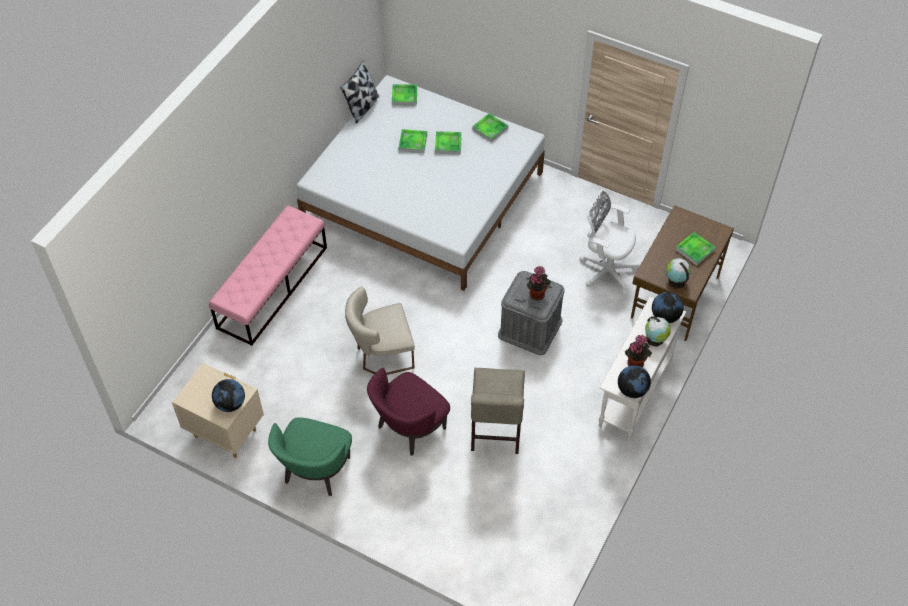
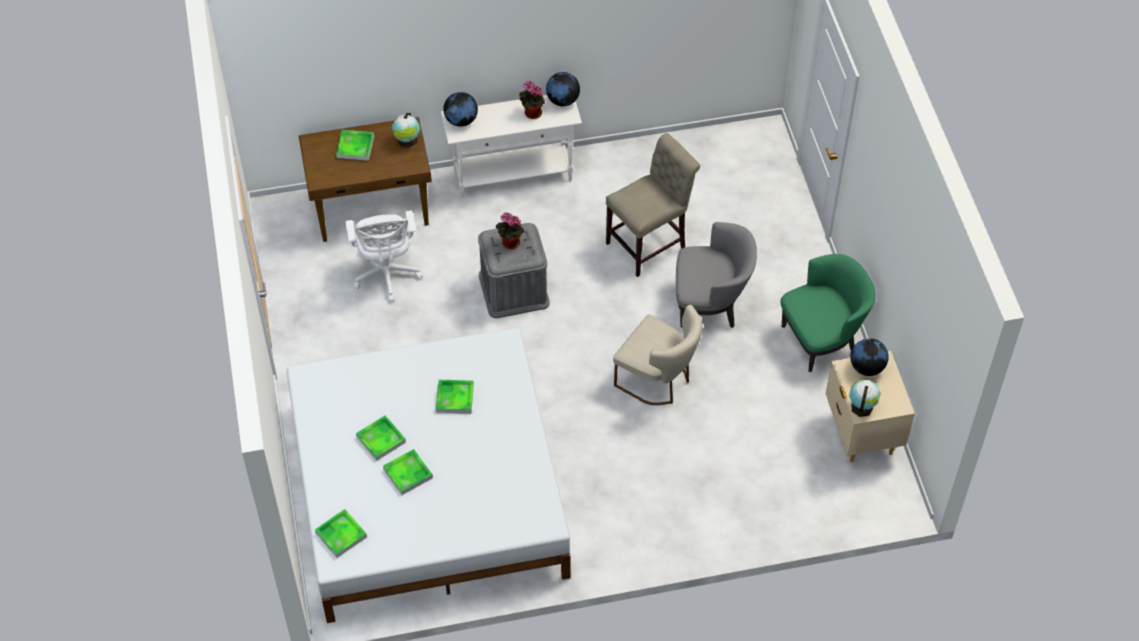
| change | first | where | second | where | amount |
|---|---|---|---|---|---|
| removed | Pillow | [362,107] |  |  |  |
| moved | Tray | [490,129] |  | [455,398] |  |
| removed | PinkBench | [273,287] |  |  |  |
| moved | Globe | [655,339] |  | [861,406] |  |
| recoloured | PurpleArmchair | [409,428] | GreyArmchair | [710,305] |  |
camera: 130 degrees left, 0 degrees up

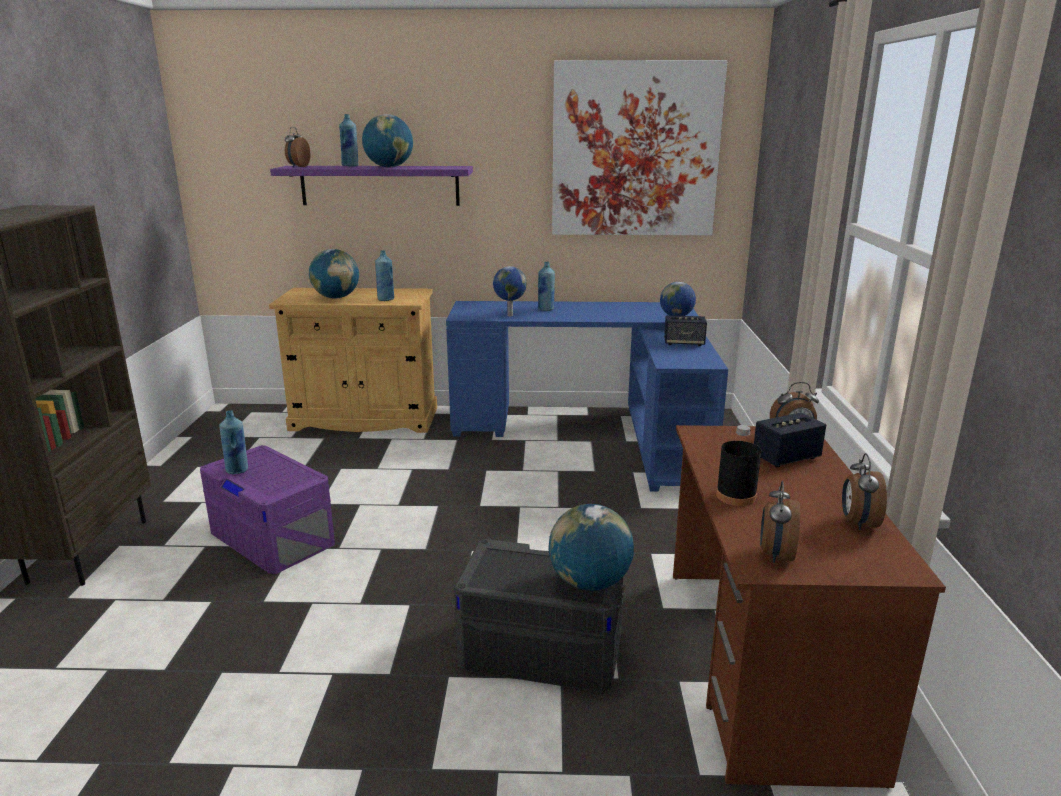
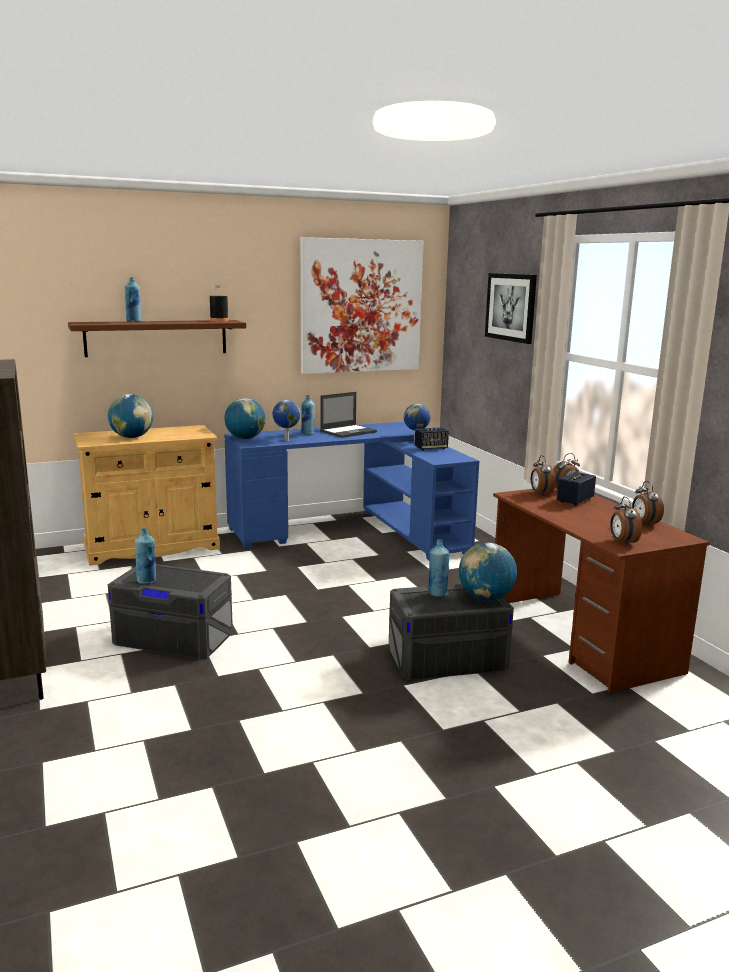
| change | first | where | second | where | amount |
|---|---|---|---|---|---|
| moved | Globe | [389,167] |  | [245,438] |  |
| moved | AlarmClock | [298,167] |  | [540,493] |  |
| recoloured | PurpleShelf | [380,185] | BrownShelf | [156,338] |  |
| moved | BlueBottle | [386,299] |  | [437,593] |  |
| moved | BlackBottle | [736,496] |  | [219,321] |  |
| recoloured | PurpleStorageBox | [272,537] | GreyStorageBox | [173,637] |  |
| added |  |  | Picture | [511,307] |  |
| added |  |  | Laptop | [348,431] |  |
camera: 25 degrees left, 5 degrees down

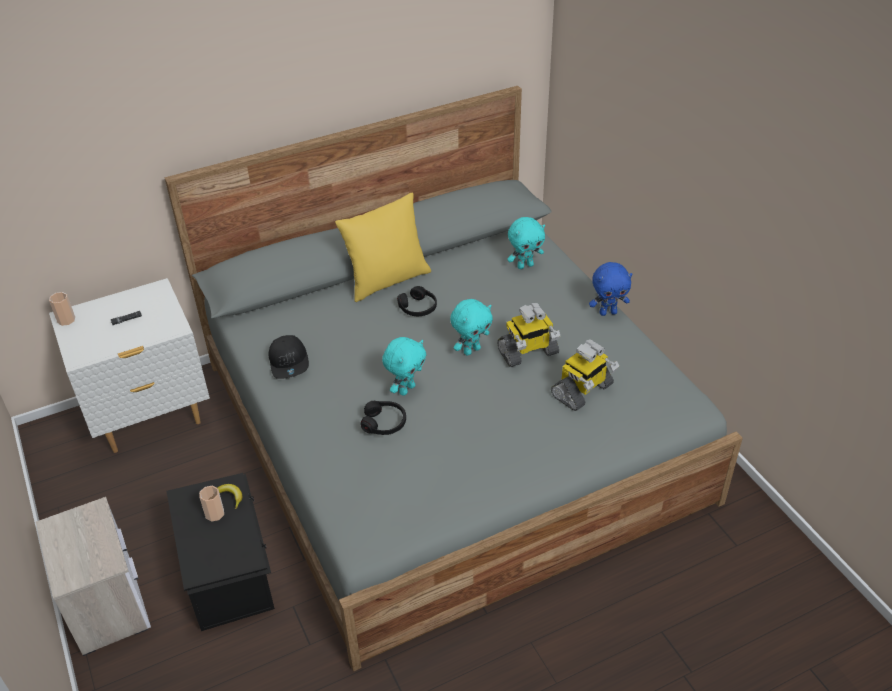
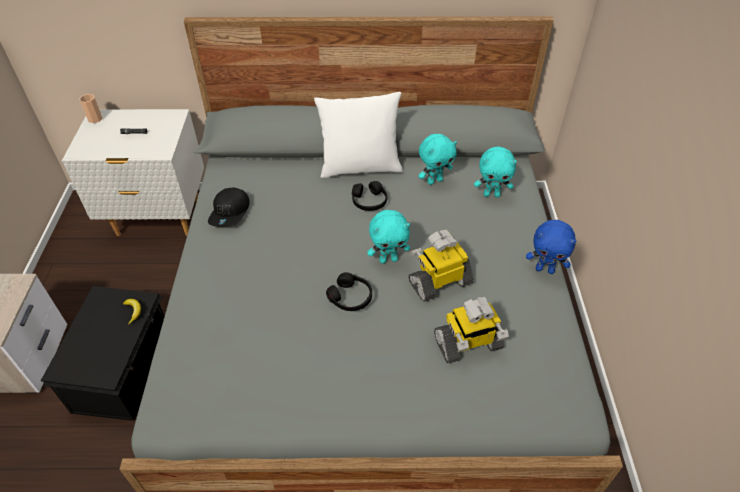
| change | first | where | second | where | amount |
|---|---|---|---|---|---|
| recoloured | YellowPillow | [387,280] | WhitePillow | [360,168] |  |
| turned | ToyRobot | [528,352] |  | [439,282] | 150 degrees clockwise |
| moved | TurquoisePlushToy | [406,389] |  | [434,181] |  |
| moved | BlackHeadphones | [384,423] |  | [350,297] |  |
| removed | Cup | [214,513] |  |  |  |
camera: 25 degrees right, 5 degrees up

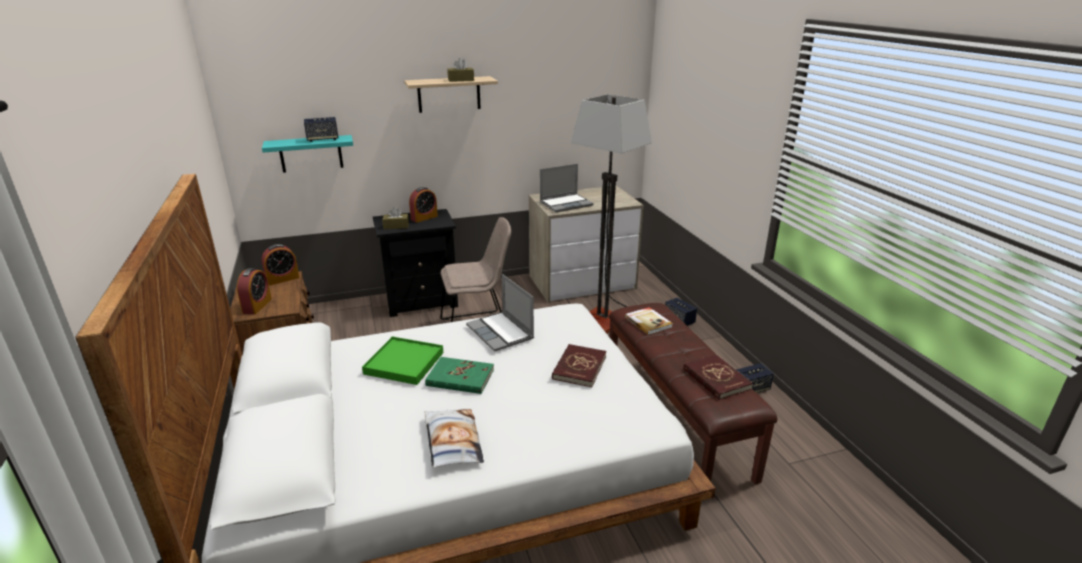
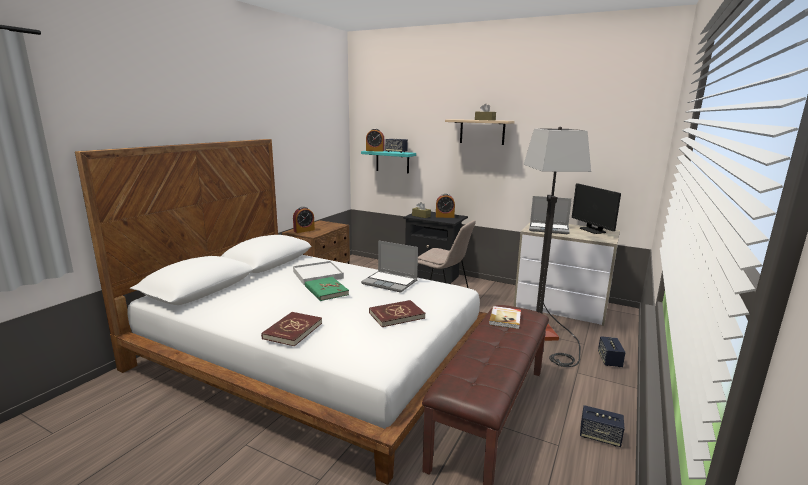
| change | first | where | second | where | amount |
|---|---|---|---|---|---|
| moved | AlarmClock | [282,279] |  | [375,151] |  |
| turned | Laptop | [501,333] |  | [390,282] | 75 degrees counterclockwise |
| recoloured | GreenTray | [404,363] | WhiteTray | [318,275] |  |
| moved | RedBook | [716,379] |  | [292,331] |  |
| removed | Pillow | [452,442] |  |  |  |
| added |  |  | Monitor | [592,230] |  |
camera: 45 degrees right, 10 degrees down

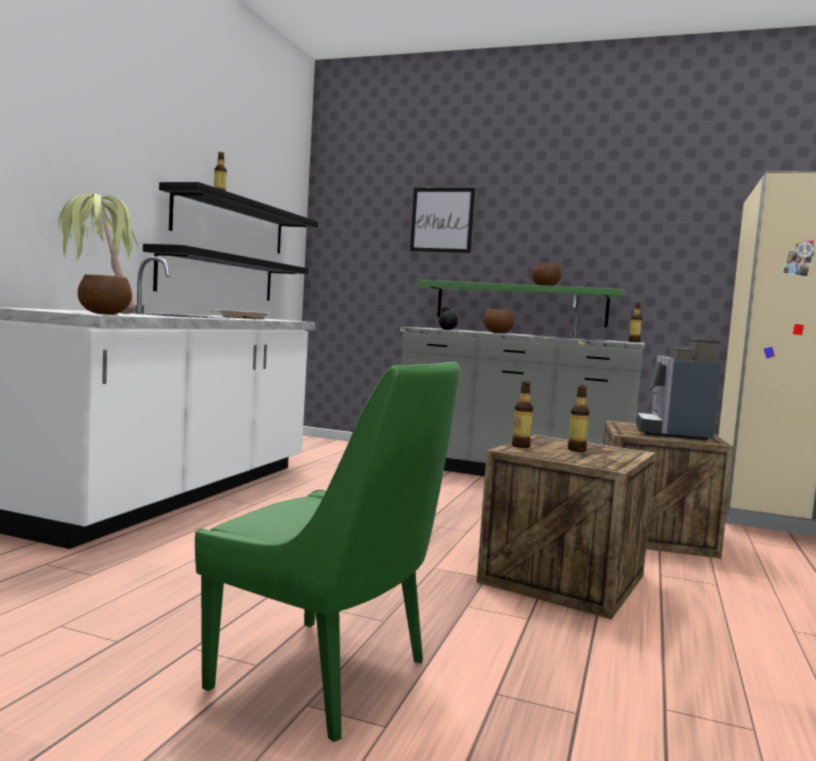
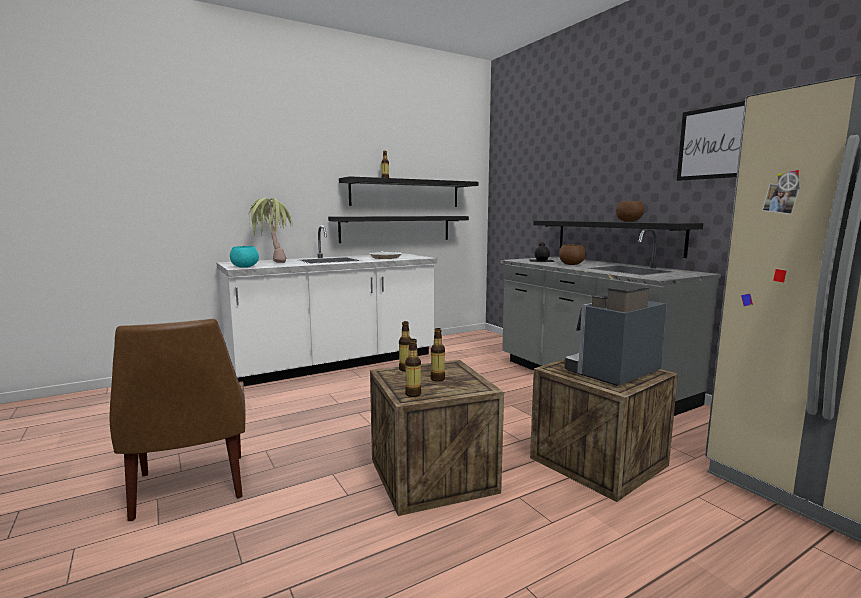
| change | first | where | second | where | amount |
|---|---|---|---|---|---|
| moved | Picture | [442,220] |  | [714,143] |  |
| recoloured | BrownBowl | [104,314] | TurquoiseBowl | [244,267] |  |
| recoloured | GreenShelf | [520,304] | BlackShelf | [616,236] |  |
| moved | Bottle | [634,342] |  | [413,394] |  |
| recoloured | GreenChair | [327,677] | BrownChair | [190,488] |  |
camera: 40 degrees right, 5 degrees up

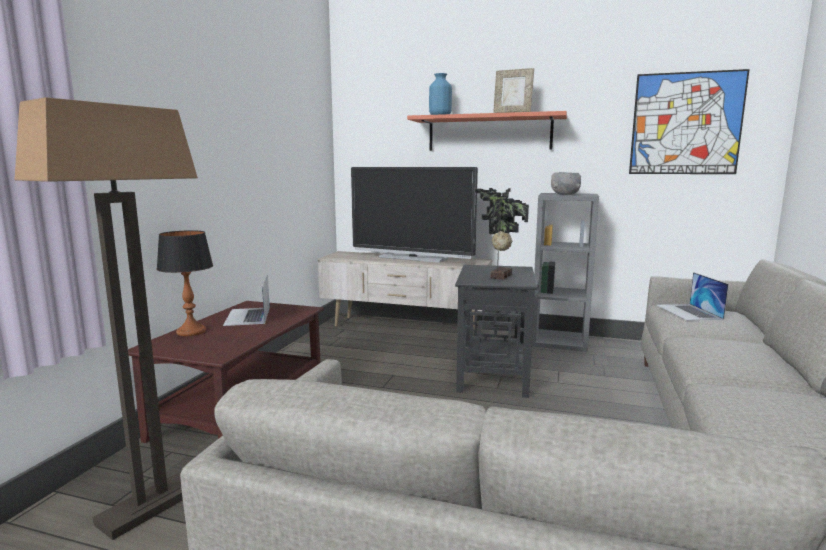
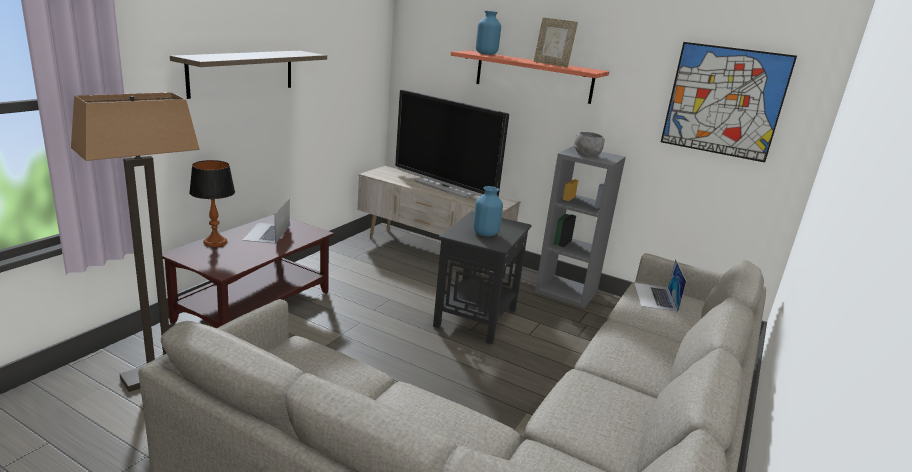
| change | first | where | second | where | amount |
|---|---|---|---|---|---|
| replaced | PottedPlant | [499,276] | BlueVase | [485,233] |  |
| added |  |  | Shelf | [242,72] |  |
camera: 10 degrees right, 10 degrees up

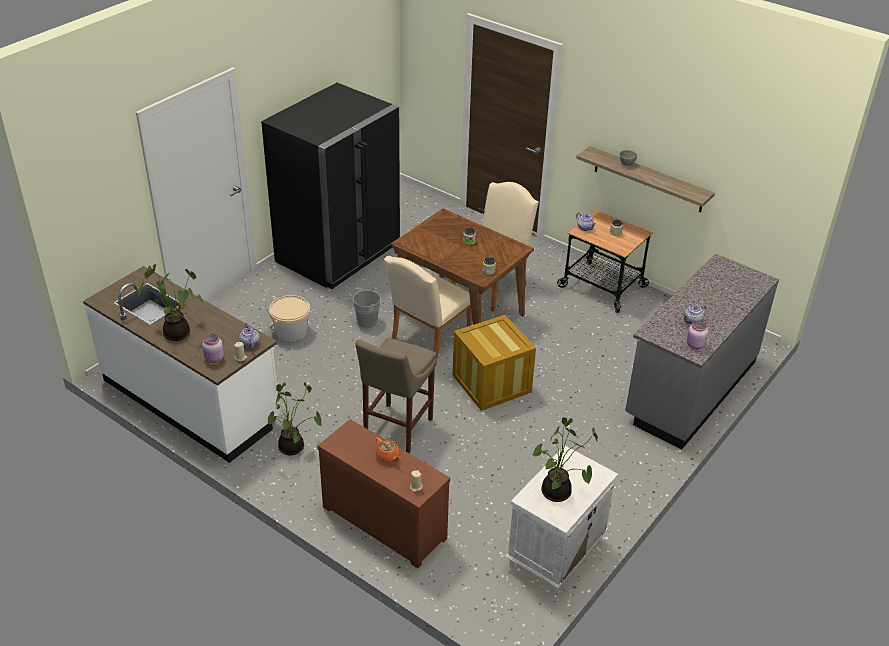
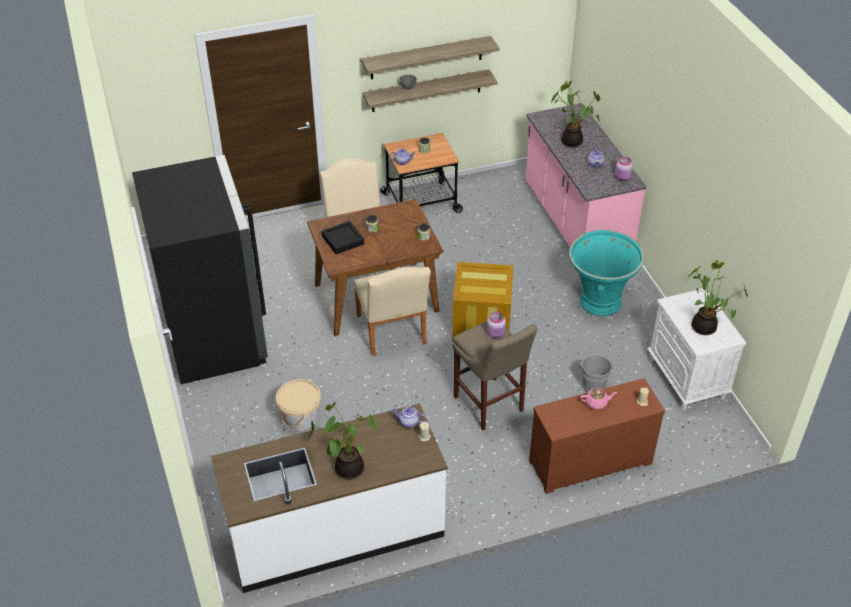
| change | first | where | second | where | amount |
|---|---|---|---|---|---|
| recoloured | GreyCounter | [690,389] | PinkCounter | [574,223] |  |
| moved | GreyBucket | [369,321] |  | [593,385] |  |
| moved | PinkJar | [214,359] |  | [496,334] |  |
| moved | PottedPlant | [293,447] |  | [572,141] |  |
| recoloured | OrangeTeapot | [388,456] | PinkTeapot | [596,403] |  |
| added |  |  | Shelf | [426,57] |  |
| added |  |  | BlackTray | [343,240] |  |
| added |  |  | TurquoisePlanter | [599,302] |  |
camera: 55 degrees left, 5 degrees up

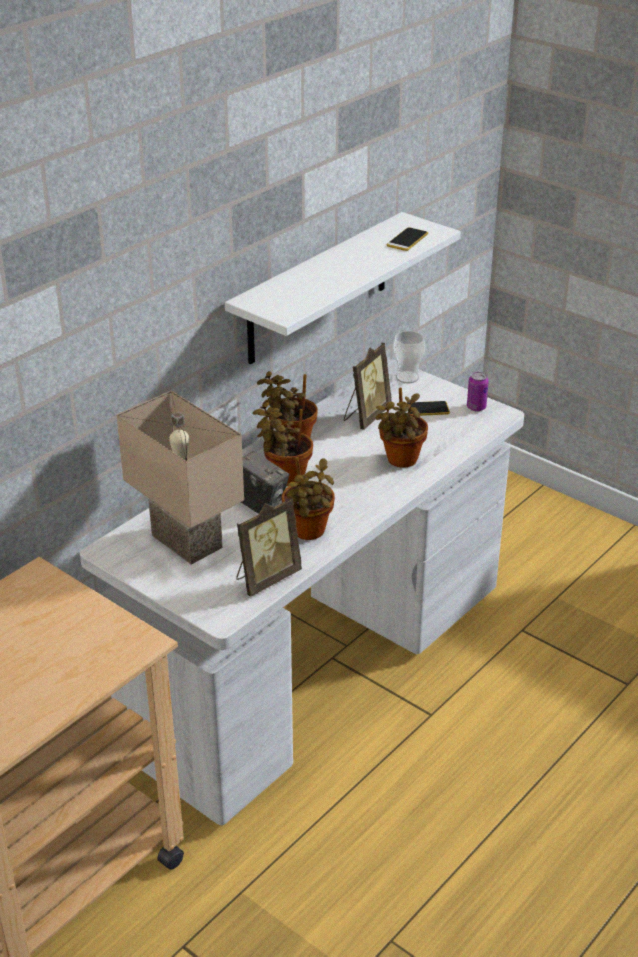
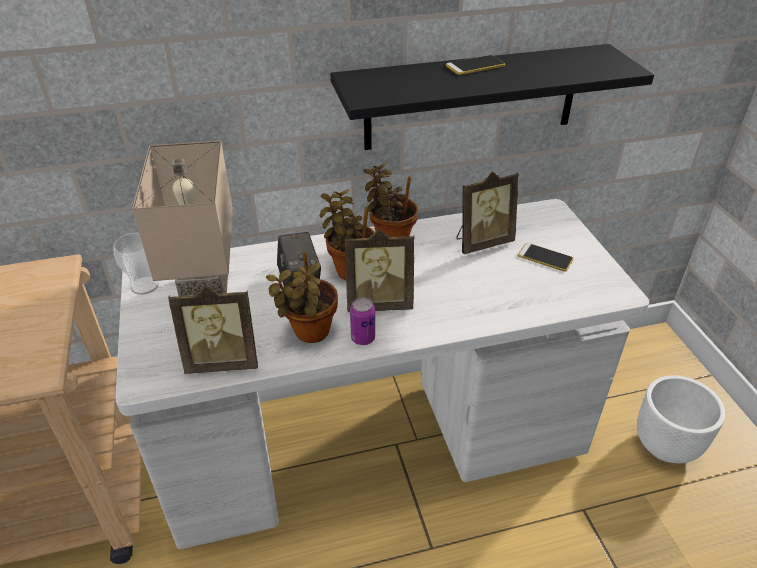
| change | first | where | second | where | amount |
|---|---|---|---|---|---|
| recoloured | WhiteShelf | [318,289] | BlackShelf | [472,98] |  |
| moved | Phone | [407,240] |  | [475,66] |  |
| moved | Cup | [407,377] |  | [145,286] |  |
| moved | Can | [476,407] |  | [363,338] |  |
| removed | PottedPlant | [400,461] |  |  |  |
| added |  |  | PictureFrame | [379,303] |  |
| added |  |  | WhitePlanter | [665,446] |  |
camera: 35 degrees right, 5 degrees up

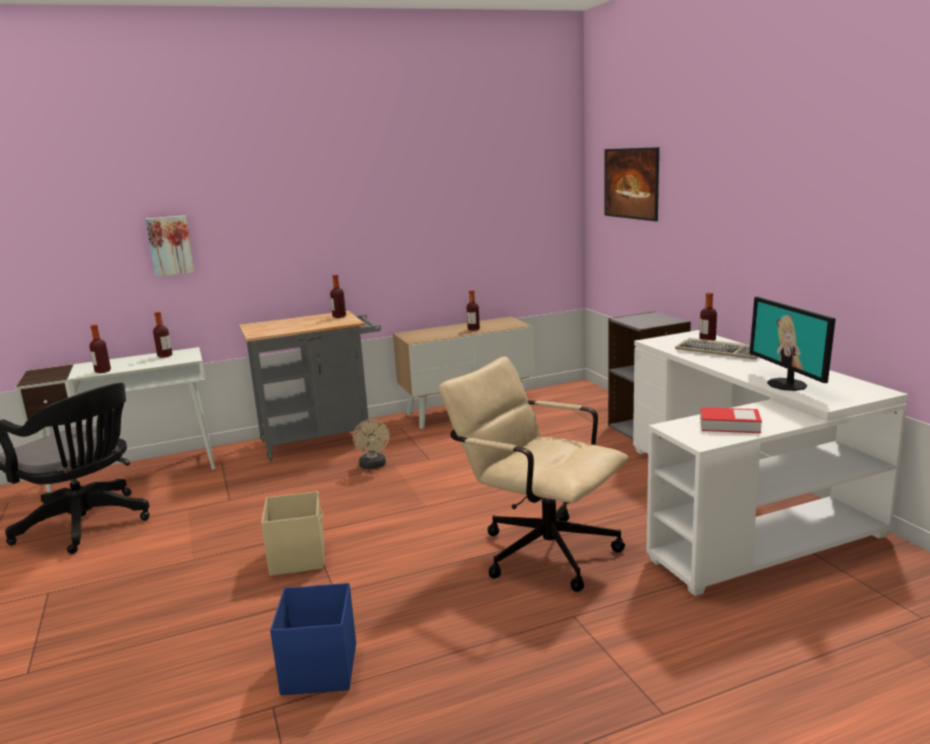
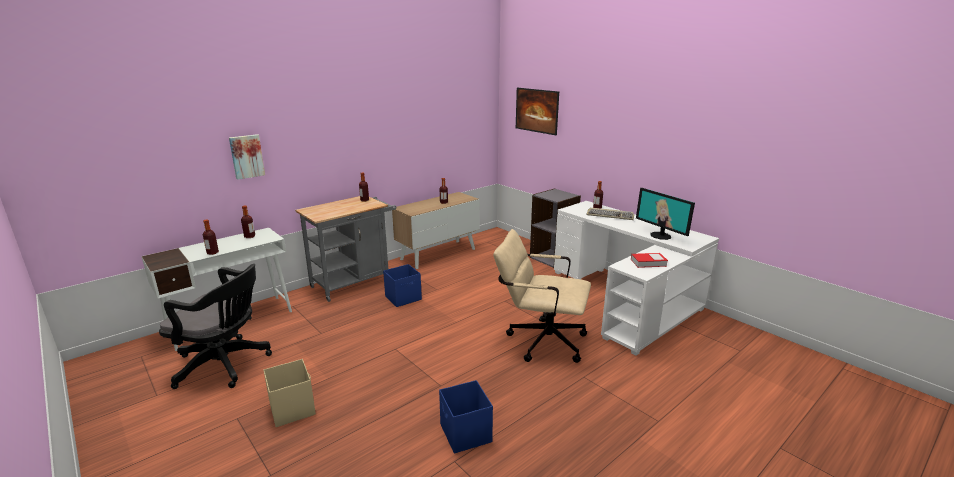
| change | first | where | second | where | amount |
|---|---|---|---|---|---|
| replaced | BeigeFan | [373,466] | BlueStorageBox | [404,298] |  |
| moved | BeigeStorageBox | [298,557] |  | [292,408] |  |
camera: 20 degrees left, 5 degrees up

